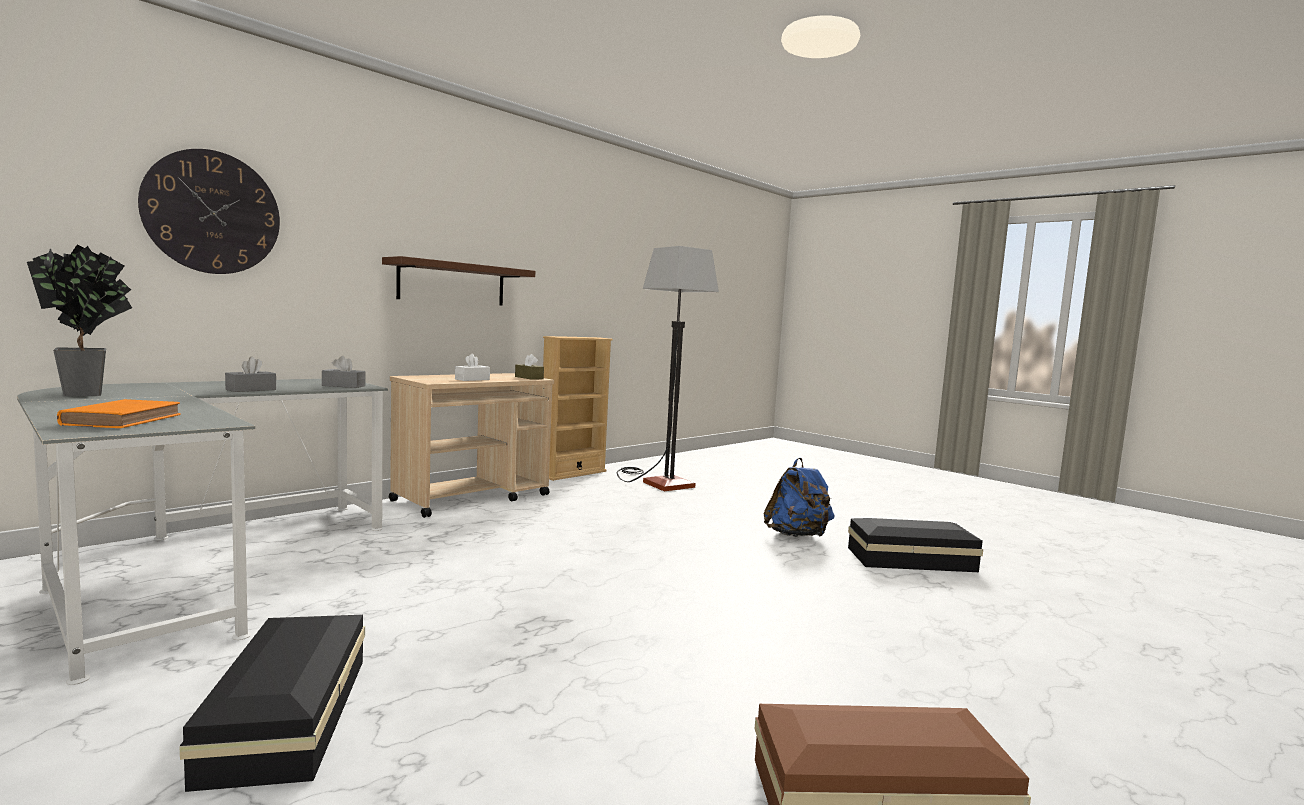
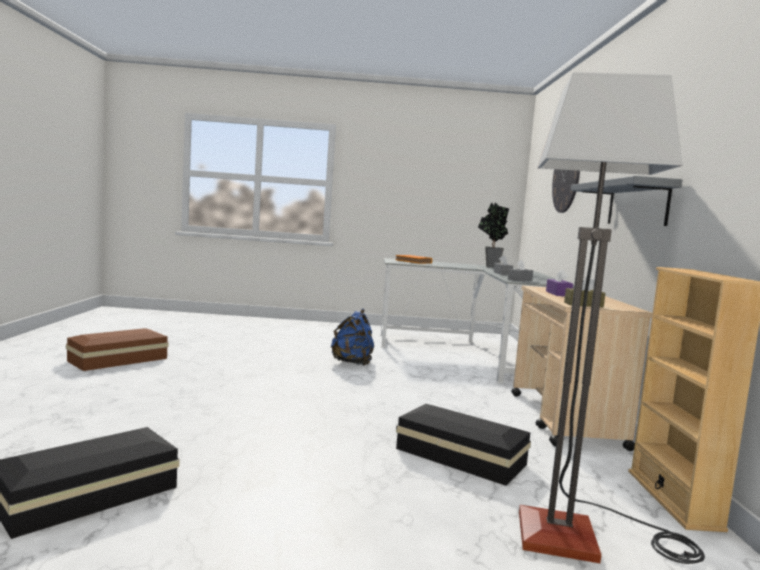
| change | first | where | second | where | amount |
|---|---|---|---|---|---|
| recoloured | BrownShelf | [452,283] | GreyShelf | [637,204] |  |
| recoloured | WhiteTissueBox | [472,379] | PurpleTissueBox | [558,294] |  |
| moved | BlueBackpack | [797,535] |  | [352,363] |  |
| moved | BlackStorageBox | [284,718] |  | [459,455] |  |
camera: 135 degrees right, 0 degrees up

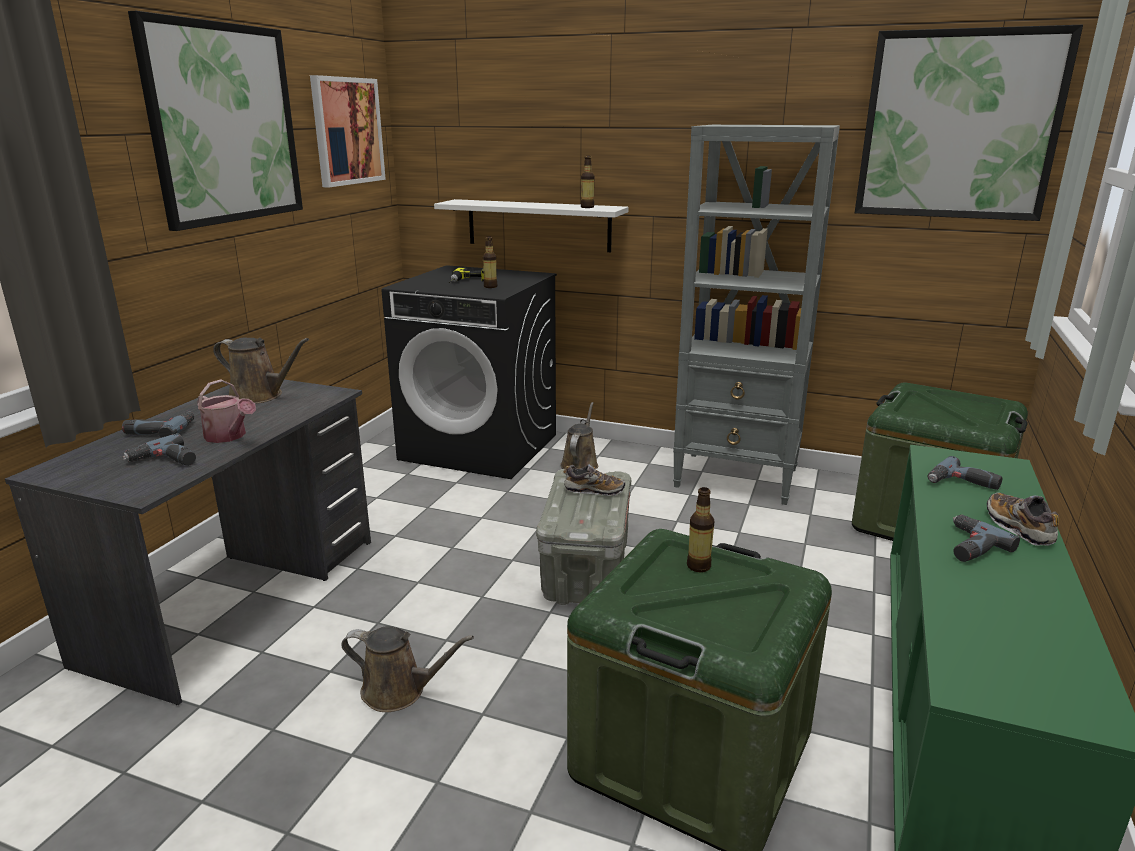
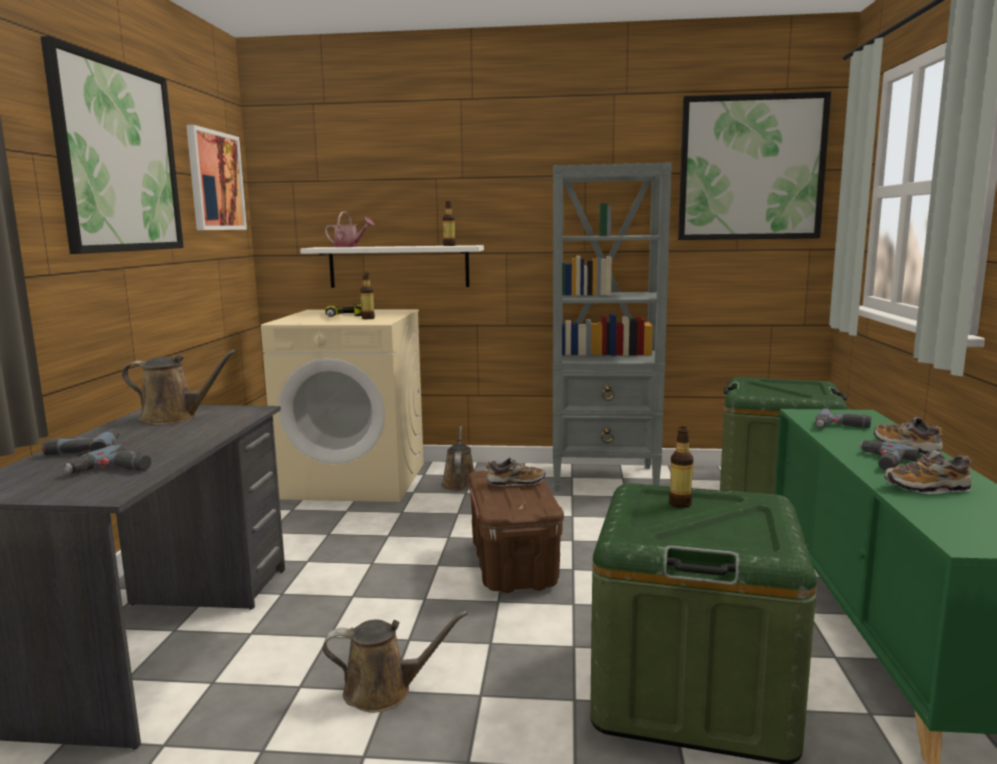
| change | first | where | second | where | amount |
|---|---|---|---|---|---|
| recoloured | BlackWashingMachine | [480,447] | BeigeWashingMachine | [355,480] |  |
| moved | WateringCan | [229,436] |  | [349,246] |  |
| recoloured | GreyStorageBox | [585,571] | BrownStorageBox | [512,565] |  |
| added |  |  | Shoe | [927,488] |  |
camera: 15 degrees left, 10 degrees down

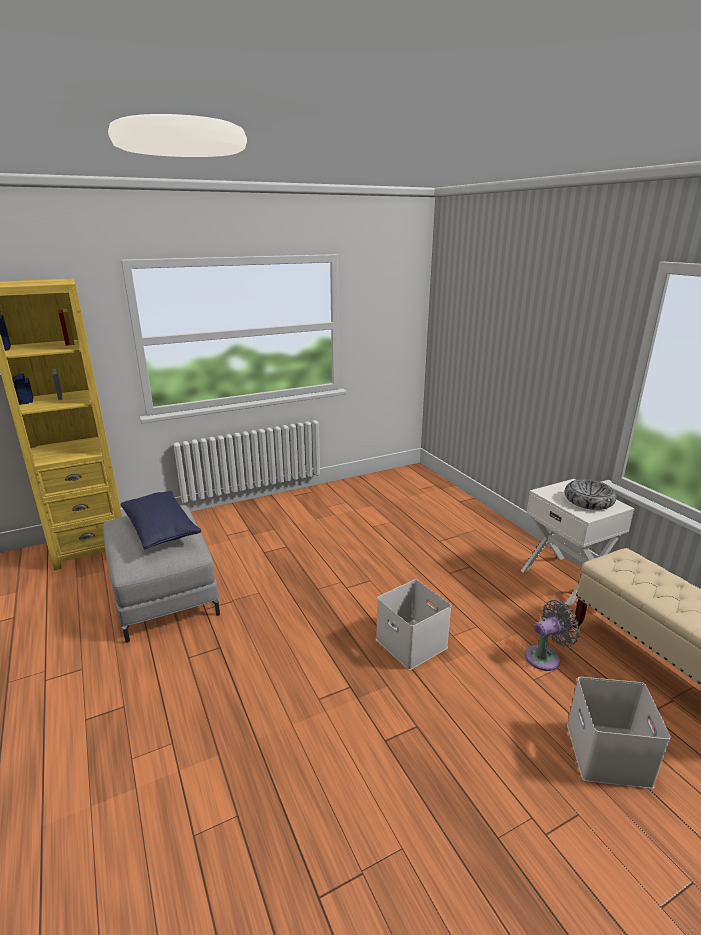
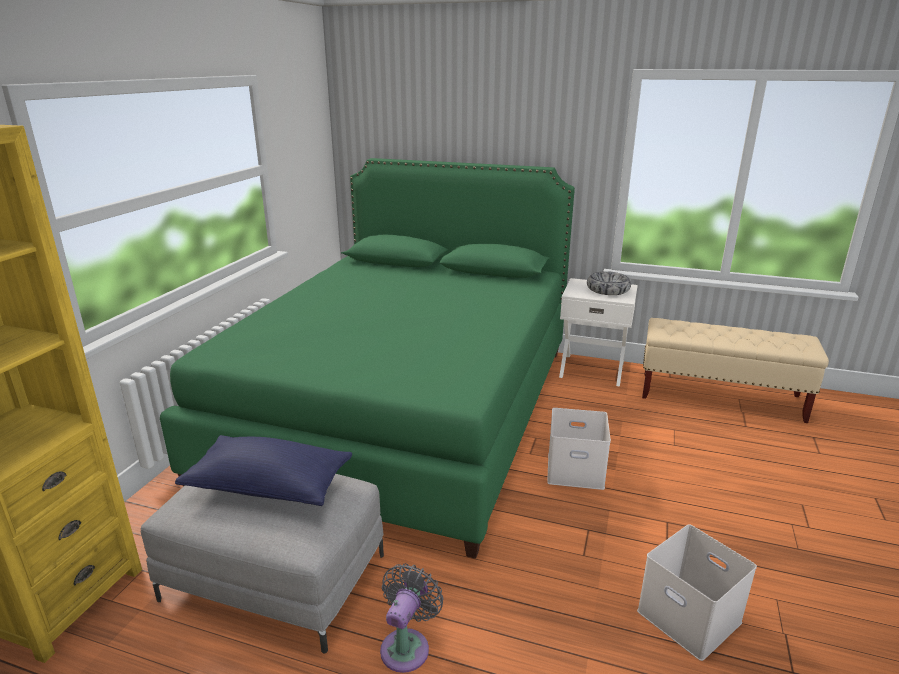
| change | first | where | second | where | amount |
|---|---|---|---|---|---|
| moved | GreyFan | [545,657] |  | [407,645] |  |
| moved | WhiteStorageBox | [610,755] |  | [691,616] |  |
| added |  |  | GreenBed | [404,409] |  |
camera: 45 degrees left, 0 degrees up

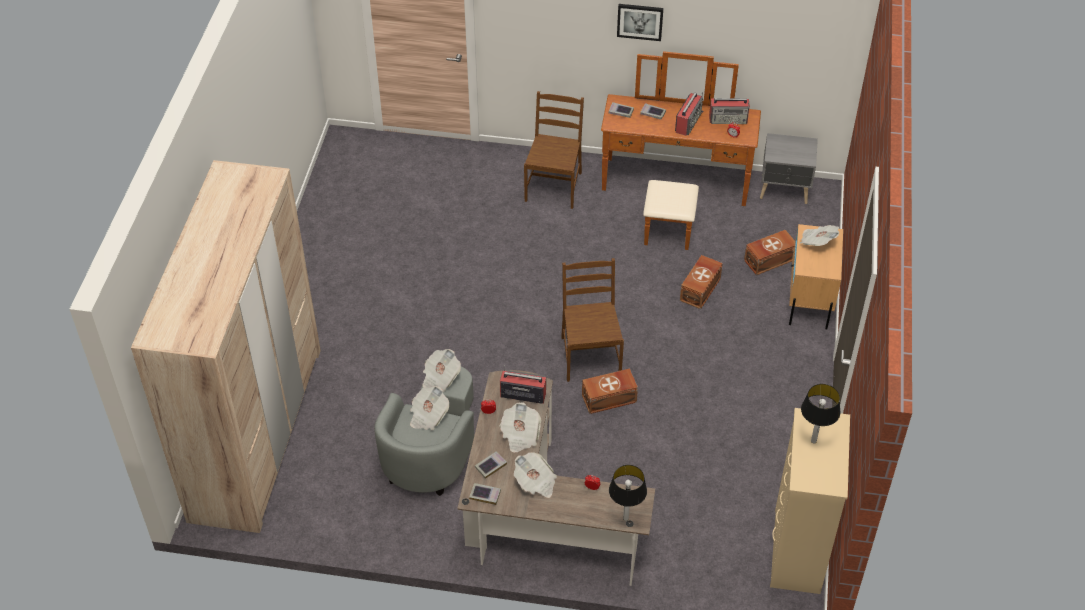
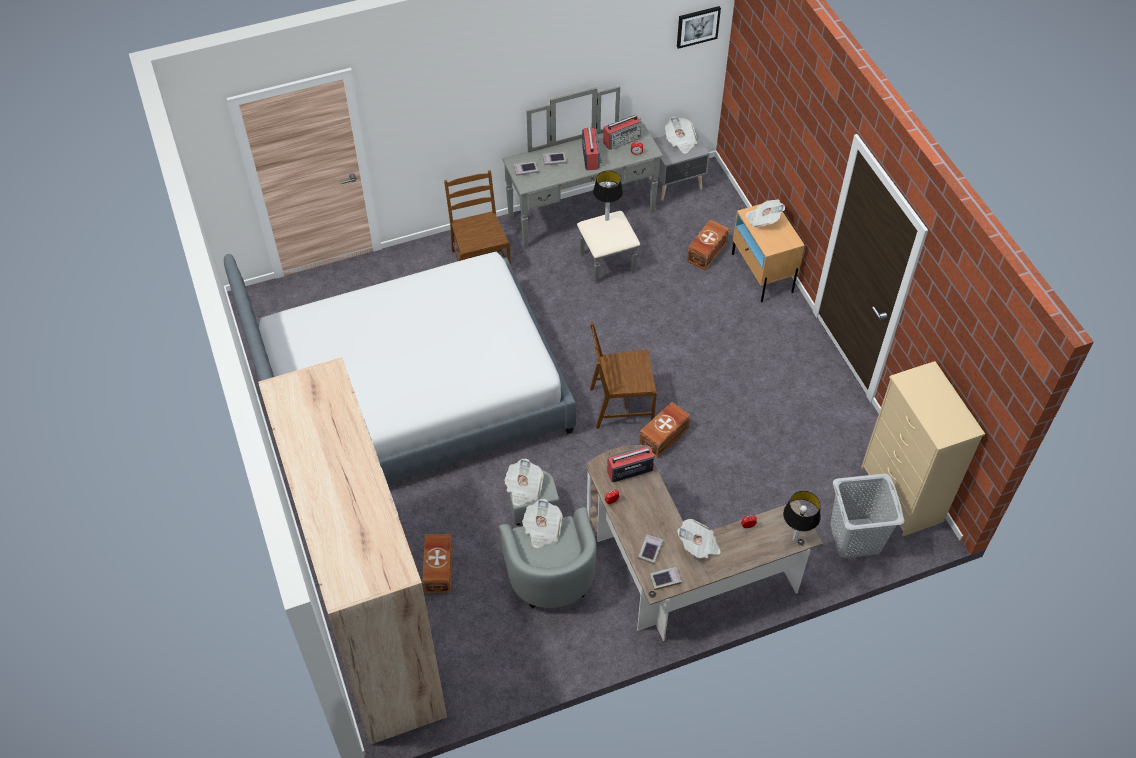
| change | first | where | second | where | amount |
|---|---|---|---|---|---|
| moved | Picture | [640,21] |  | [697,26] |  |
| recoloured | BrownDresser | [674,193] | GreyDresser | [588,225] |  |
| moved | BrownStorageBox | [701,289] |  | [439,568] |  |
| turned | BrownChair | [589,356] |  | [620,405] | 60 degrees counterclockwise |
| moved | TableLamp | [814,440] |  | [607,218] |  |
| moved | Newspaper | [520,435] |  | [680,142] |  |
| added |  |  | Bed | [412,398] |  |
| added |  |  | GreyLaundryBasket | [854,537] |  |
camera: 30 degrees left, 5 degrees up

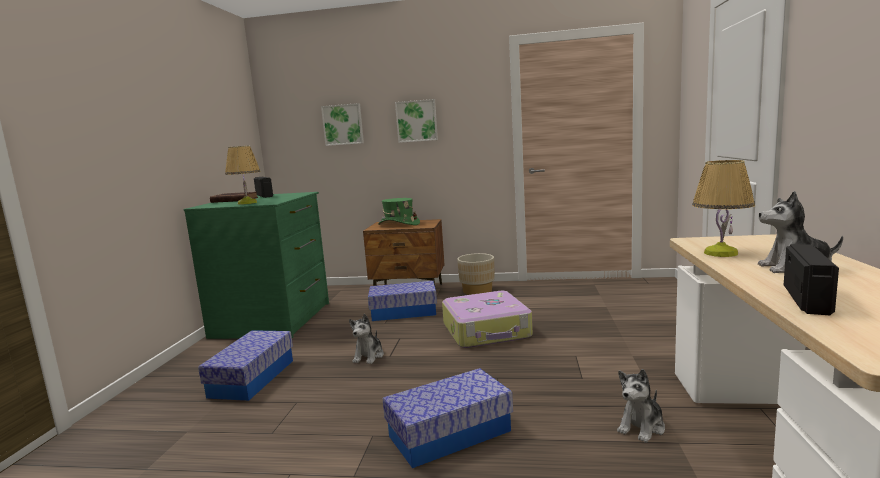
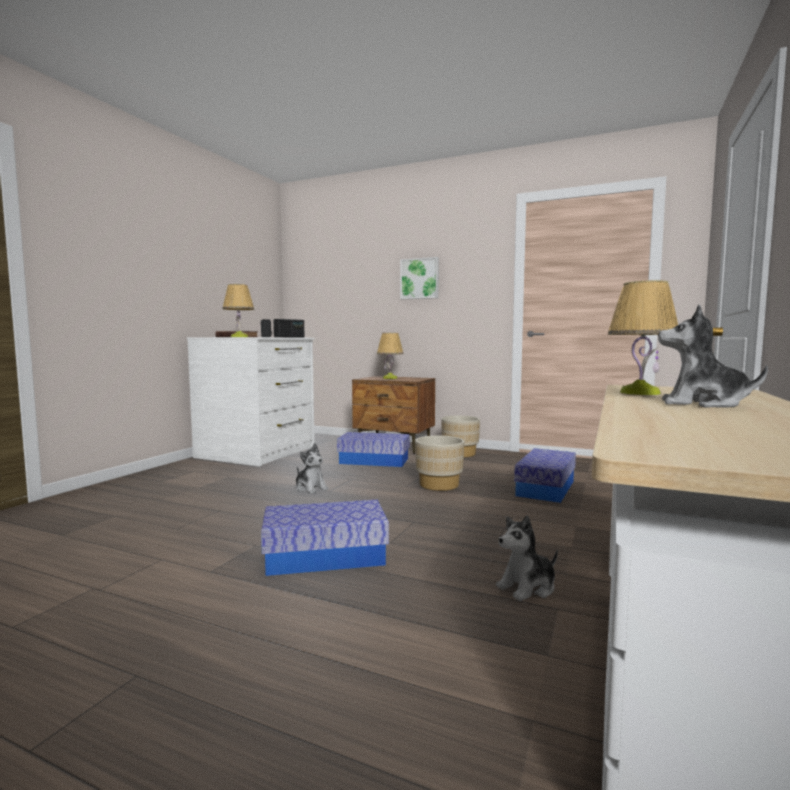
| change | first | where | second | where | amount |
|---|---|---|---|---|---|
| removed | Picture | [343,124] |  |  |  |
| recoloured | GreenDresser | [274,320] | WhiteDresser | [258,452] |  |
| replaced | GreenHat | [399,224] | TableLamp | [390,378] |  |
| moved | Radio | [807,300] |  | [289,337] |  |
| replaced | Suitcase | [487,331] | BeigePlanter | [439,485] |  |
| turned | PlushToy | [369,356] |  | [310,488] | 75 degrees counterclockwise |
| moved | StorageBox | [252,378] |  | [545,488] |  |
camera: 15 degrees right, 5 degrees down

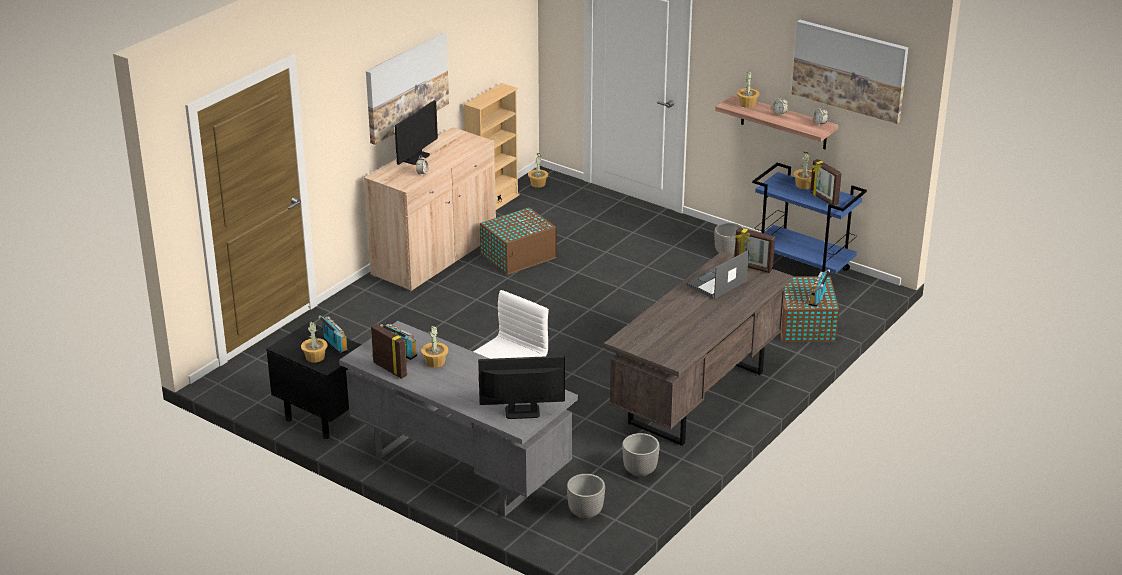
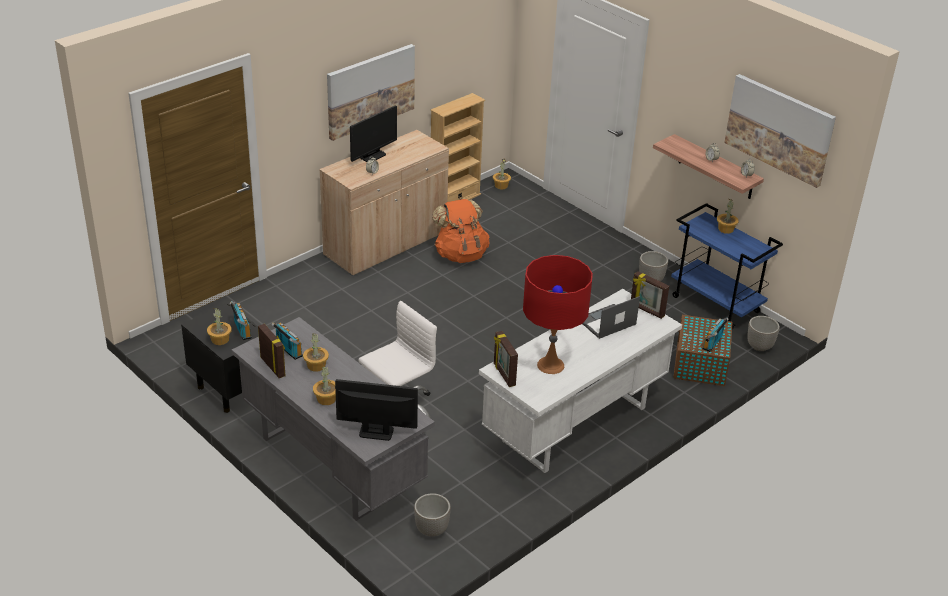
| change | first | where | second | where | amount |
|---|---|---|---|---|---|
| moved | PottedPlant | [747,104] |  | [326,399] |  |
| moved | PictureFrame | [823,199] |  | [503,375] |  |
| replaced | BrownStorageBox | [519,256] | OrangeBackpack | [460,254] |  |
| recoloured | BrownDesk | [697,398] | WhiteDesk | [574,425] |  |
| moved | Planter | [639,471] |  | [759,347] |  |
| added |  |  | RedTableLamp | [550,365] |  |
camera: 10 degrees right, 5 degrees up

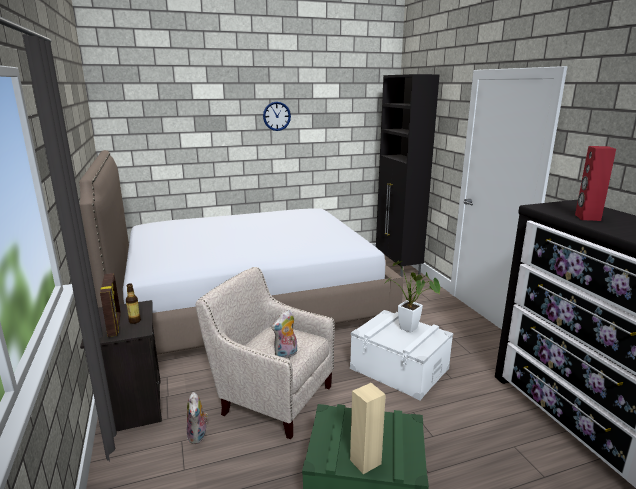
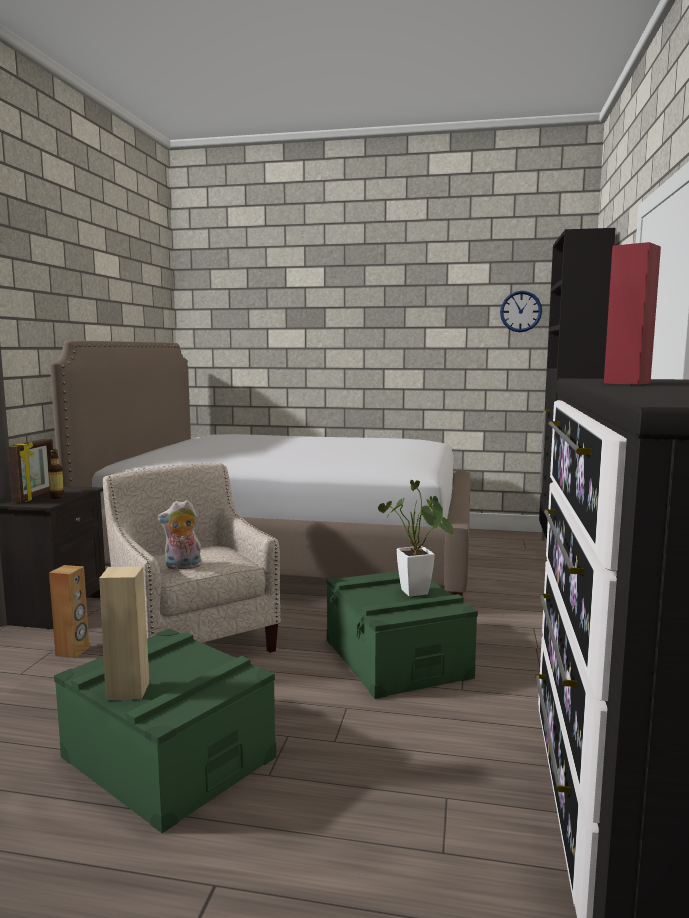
| change | first | where | second | where | amount |
|---|---|---|---|---|---|
| moved | WallClock | [276,116] |  | [520,311] |  |
| recoloured | WhiteStorageBox | [399,368] | GreenStorageBox | [396,658] |  |
| replaced | PlushToy | [198,436] | BrownSpeaker | [73,651] |  |
camera: 30 degrees right, 10 degrees down

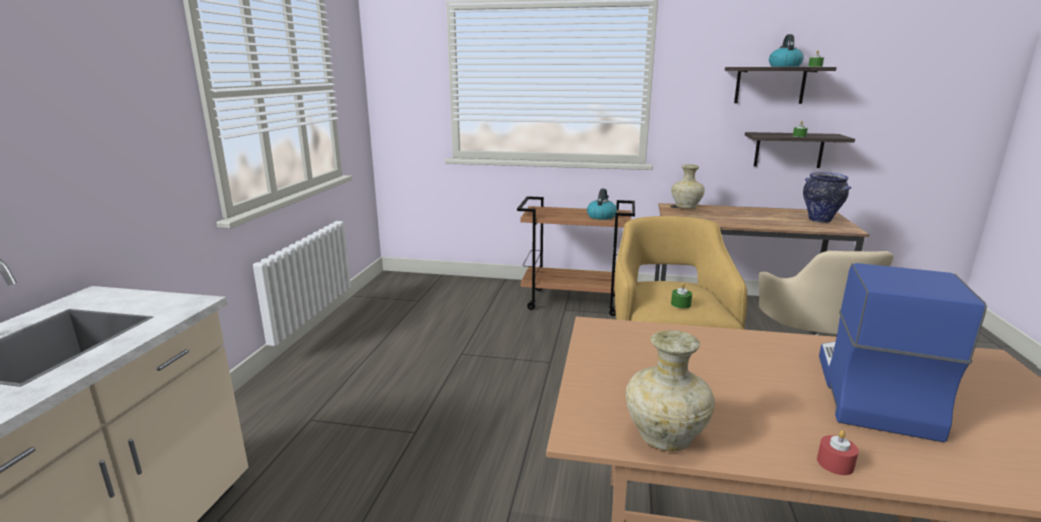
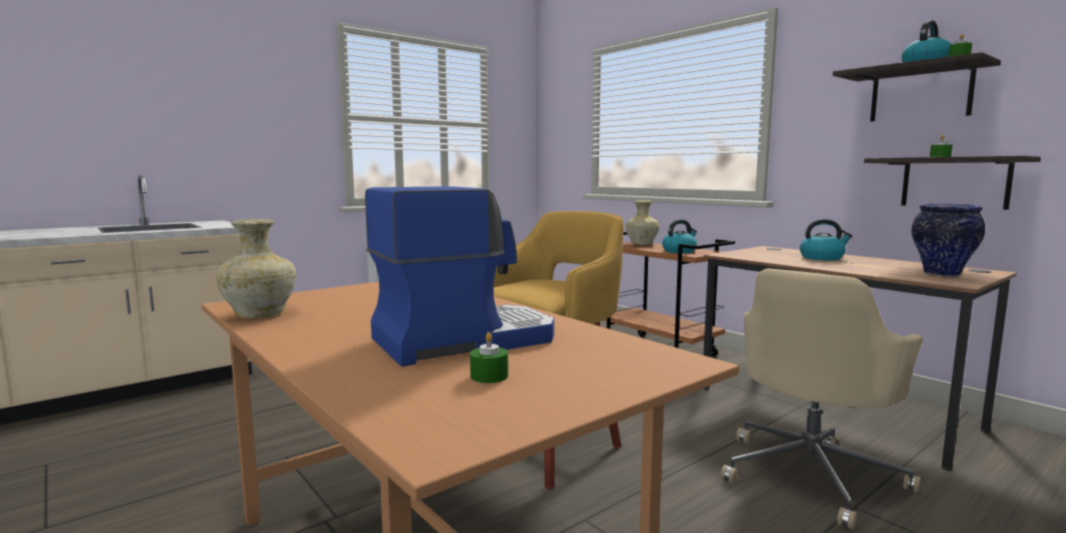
| change | first | where | second | where | amount |
|---|---|---|---|---|---|
| moved | BeigeVase | [686,207] |  | [641,244] |  |
| moved | GreenCandle | [680,304] |  | [489,376] |  |
| removed | RedCandle | [835,463] |  |  |  |
| added |  |  | Kettle | [822,258] |  |
camera: 40 degrees right, 10 degrees down

